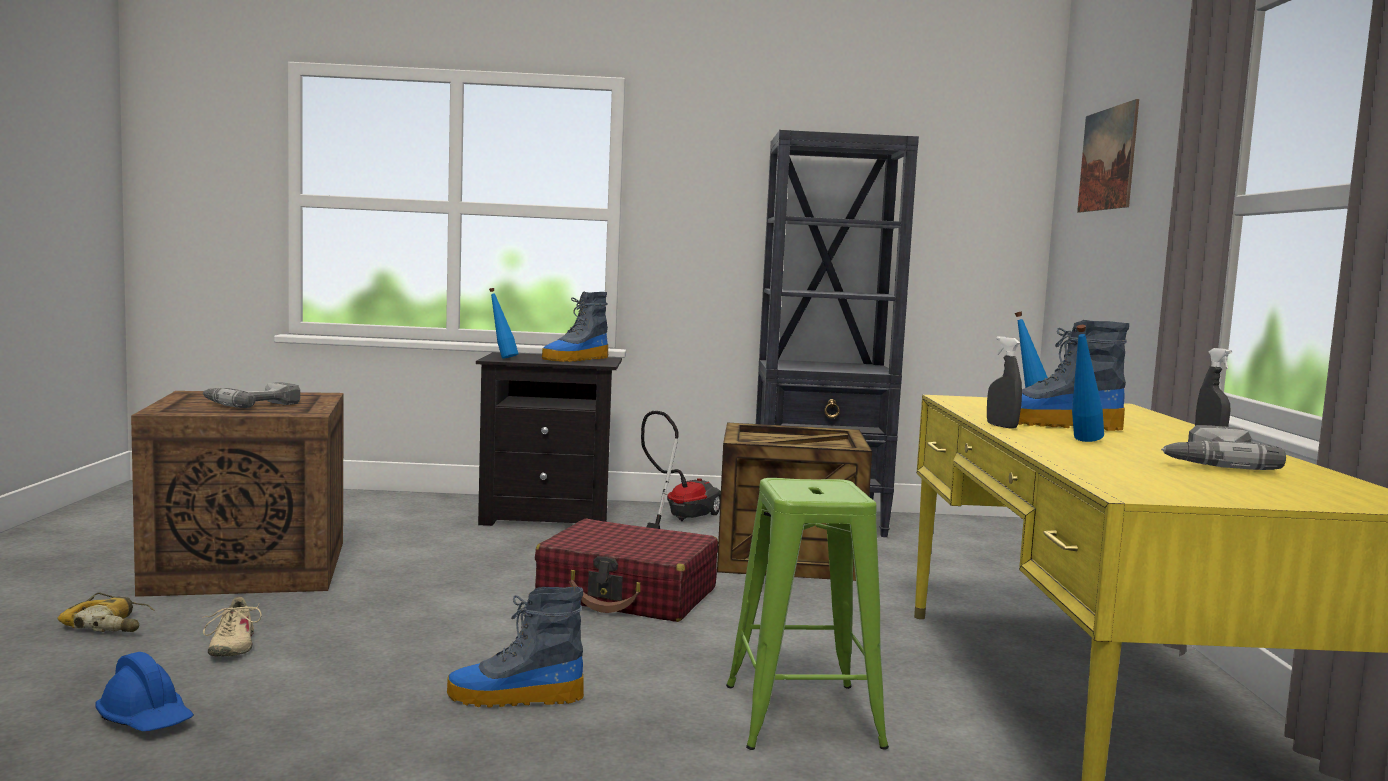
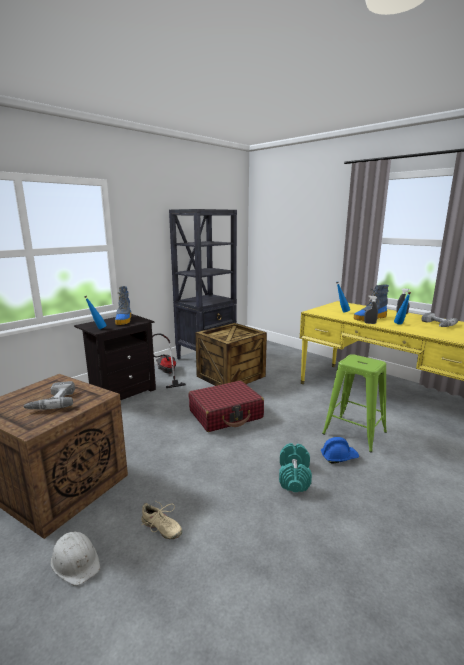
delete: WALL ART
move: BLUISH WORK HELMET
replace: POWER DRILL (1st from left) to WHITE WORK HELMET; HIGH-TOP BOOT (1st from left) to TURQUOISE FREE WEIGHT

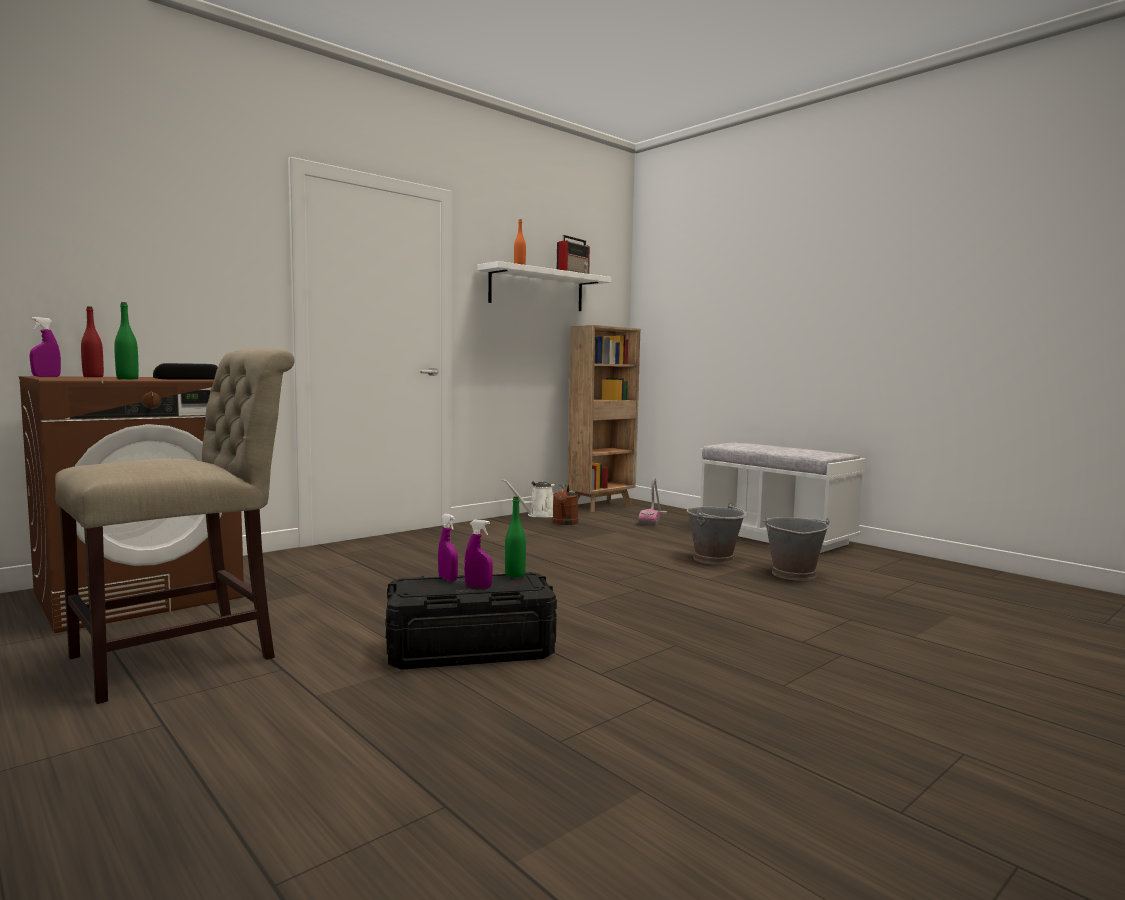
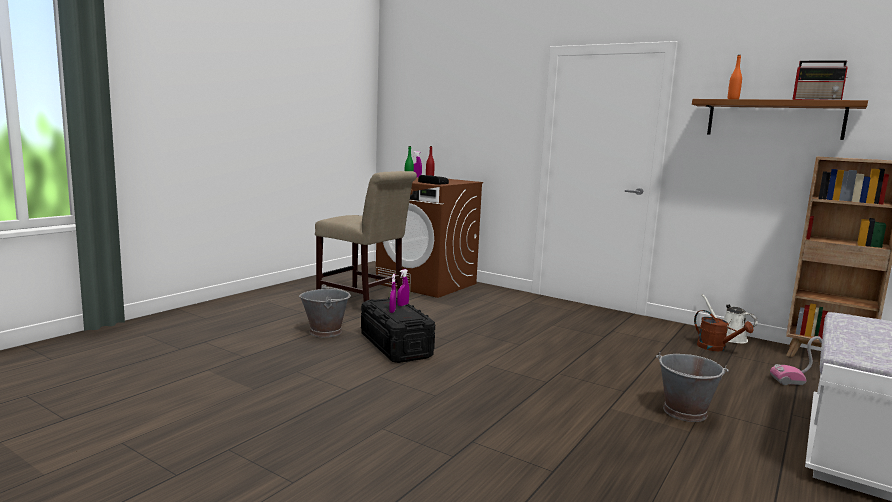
delete: GREEN-COLOURED BEVERAGE BOTTLE (2nd from left)
move: GREY WATER BUCKET (2nd from left in the first image) to GREY WATER BUCKET (1st from left)
recolor: WHITE WALL SHELF to BROWN-COLOURED WALL SHELF
rotate: BROWN-COLOURED WATERING POT 120 degrees counterclockwise

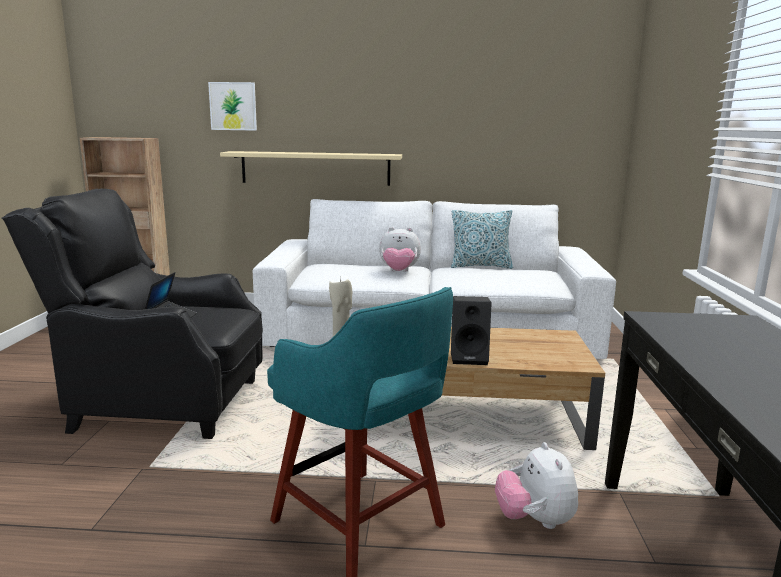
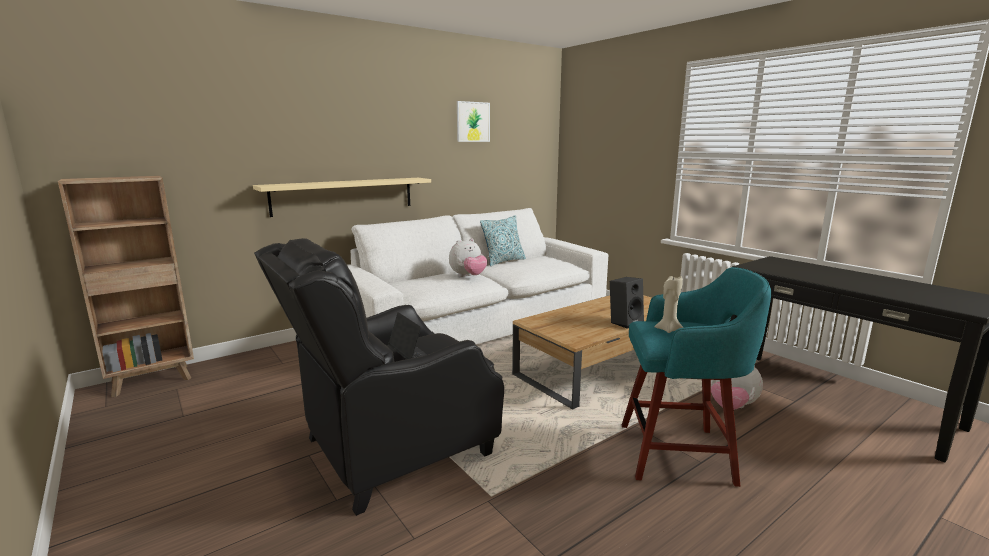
move: WALL ART

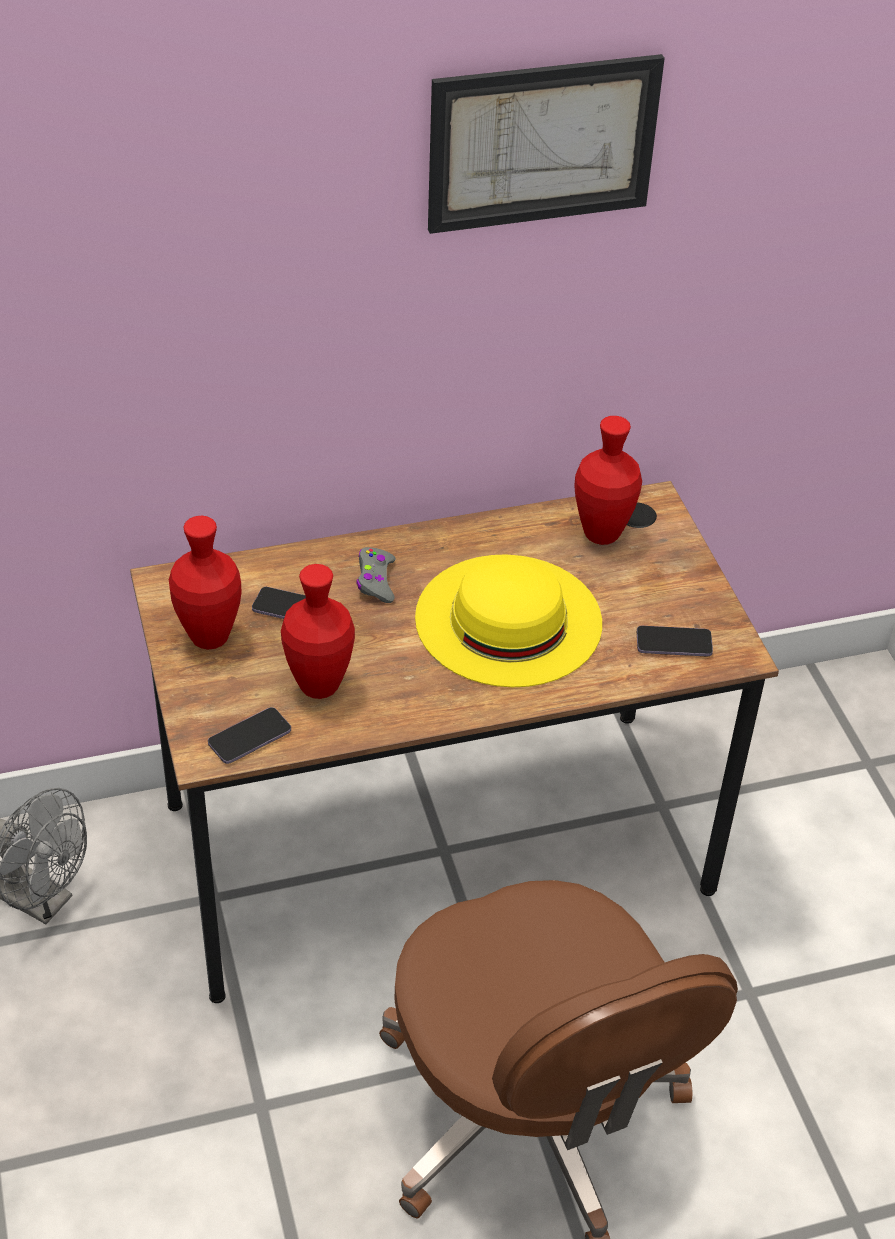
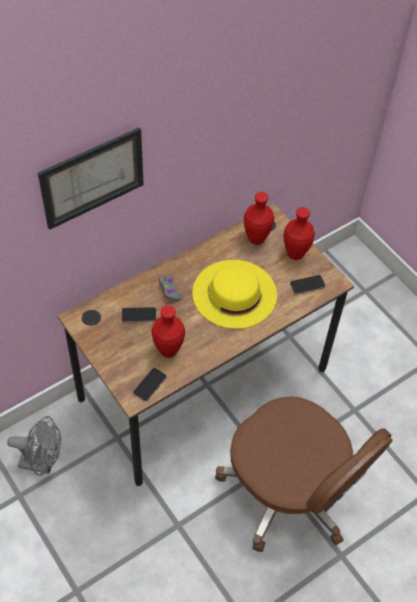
move: RED-COLOURED VASE (1st from left in the first image) to RED-COLOURED VASE (3rd from left); WALL ART

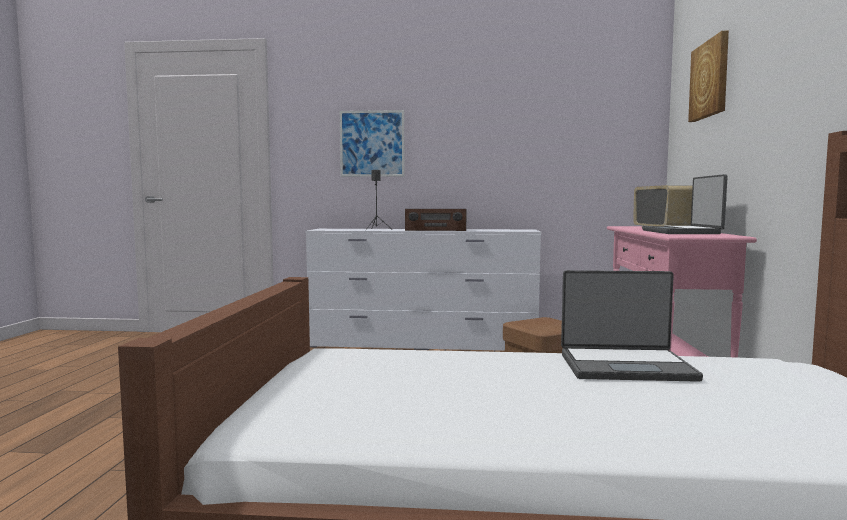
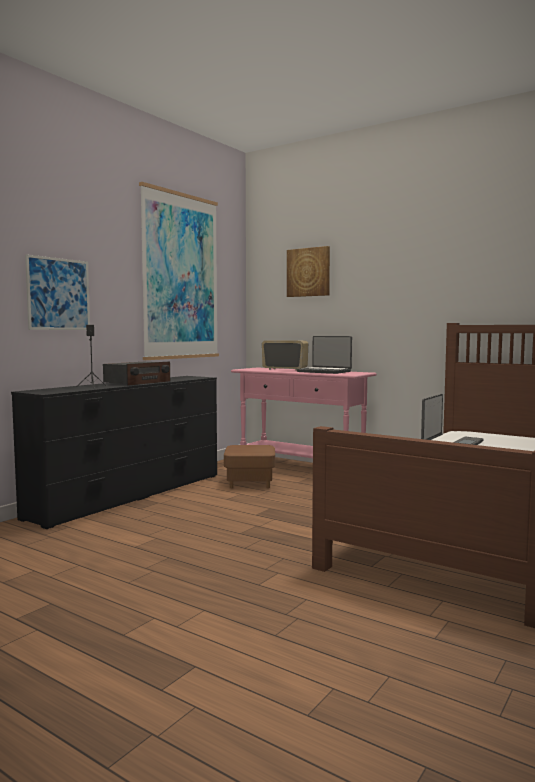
insert: WALL ART (2nd from left)
recolor: WHITE CHEST OF DRAWERS to BLACKISH CHEST OF DRAWERS

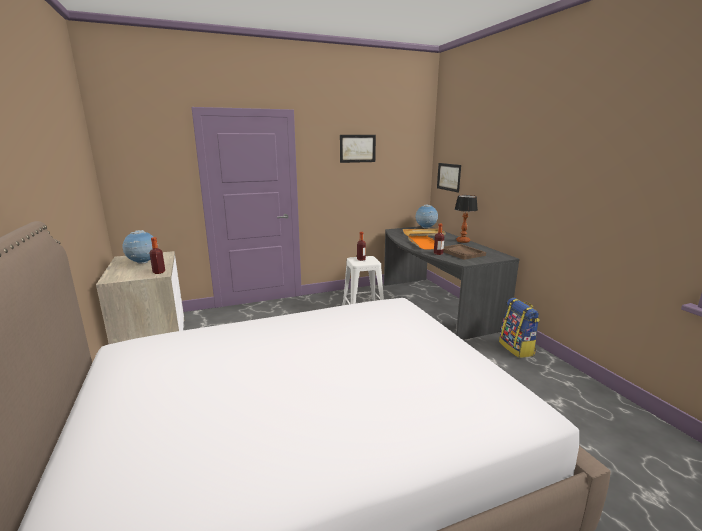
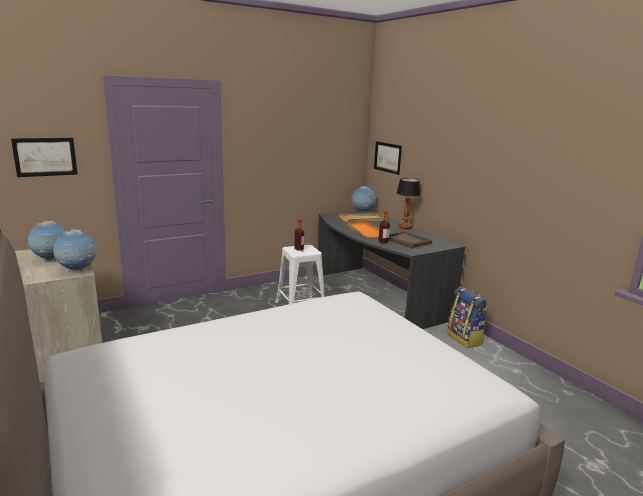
move: WALL ART (1st from left)
replace: BEVERAGE BOTTLE (1st from left) to DESK GLOBE (2nd from left)

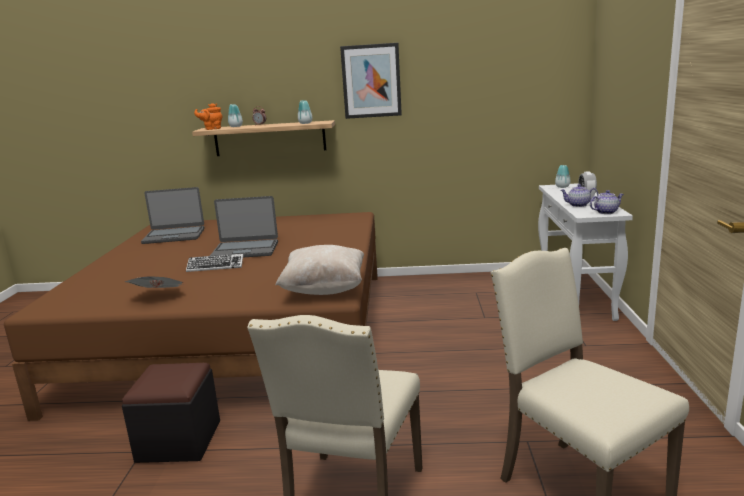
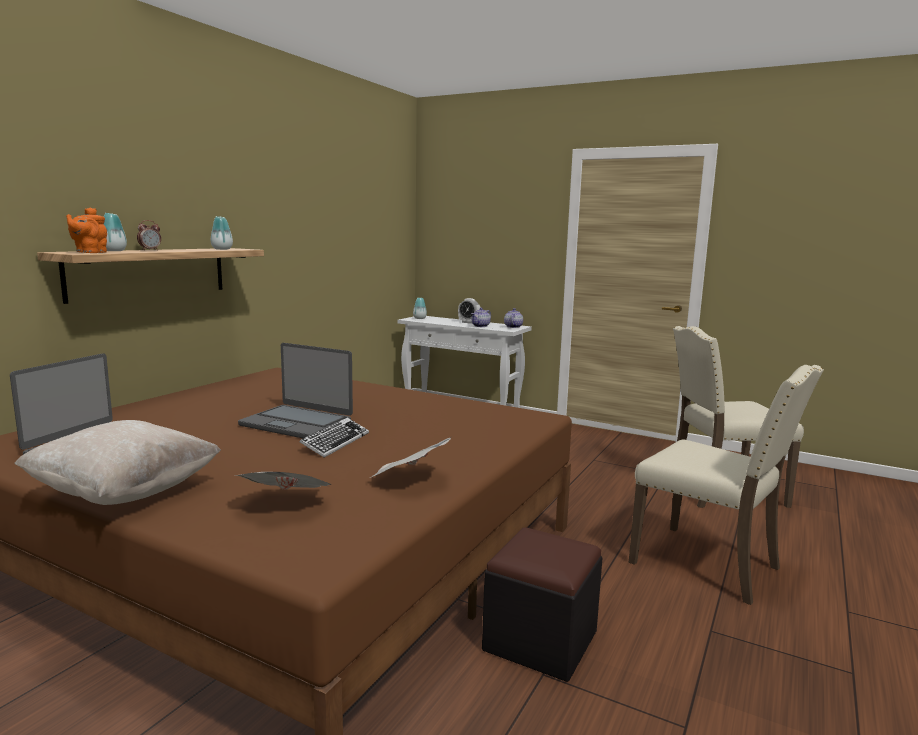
delete: WALL ART
insert: NEWSPAPER (1st from left)
move: SAND-COLOURED THROW PILLOW
rotate: PORTABLE COMPUTER (2nd from left) 90 degrees clockwise

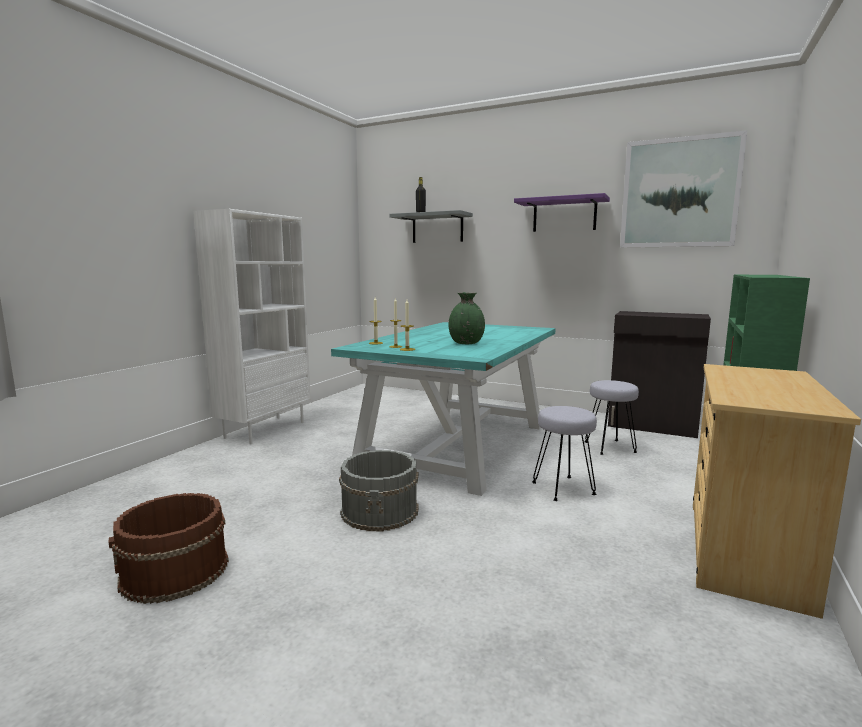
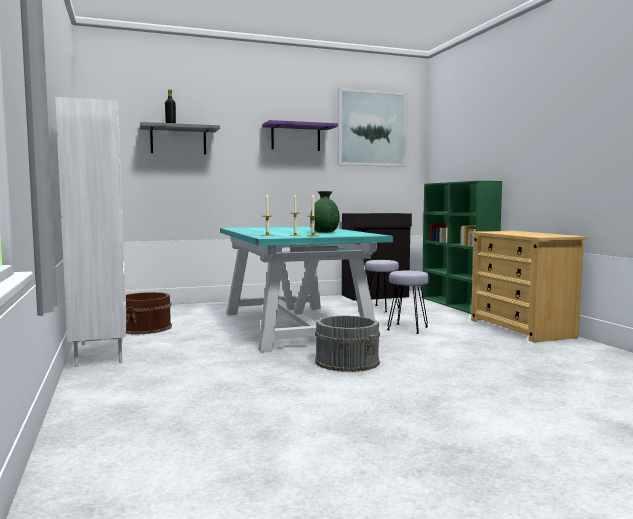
move: BROWN-COLOURED WATER BUCKET

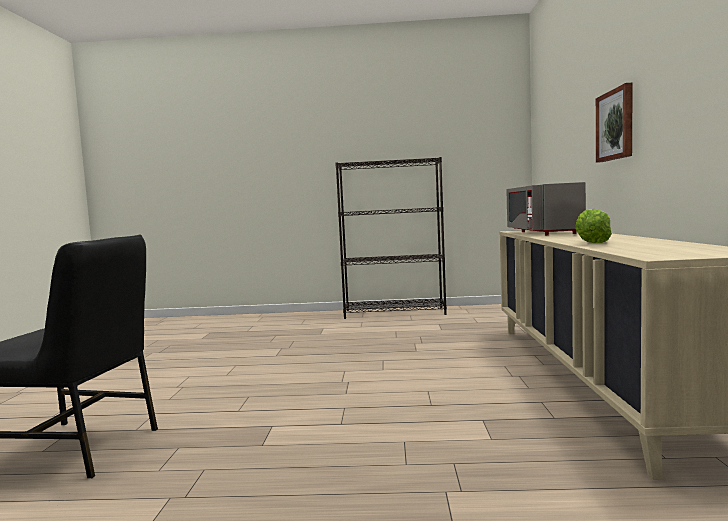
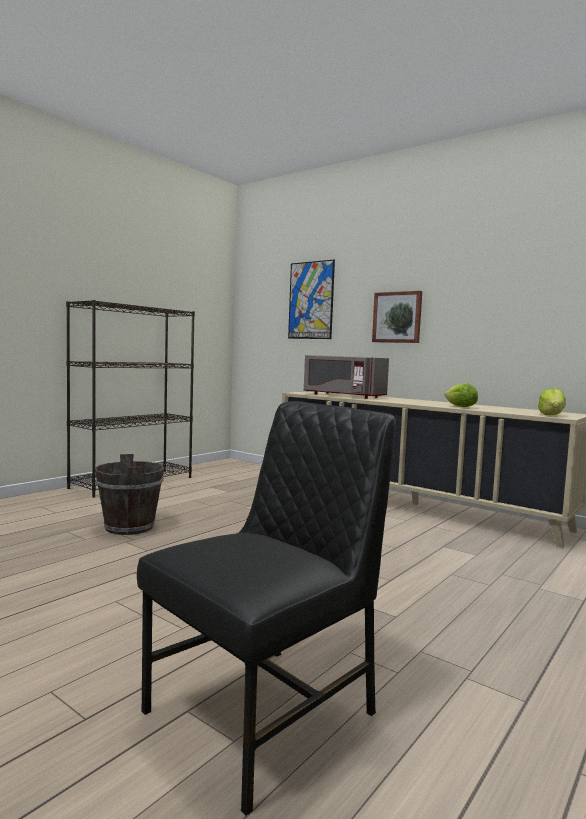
insert: BROWN-COLOURED WATER BUCKET; WALL ART (1st from left); HEAD OF LETTUCE (2nd from left)

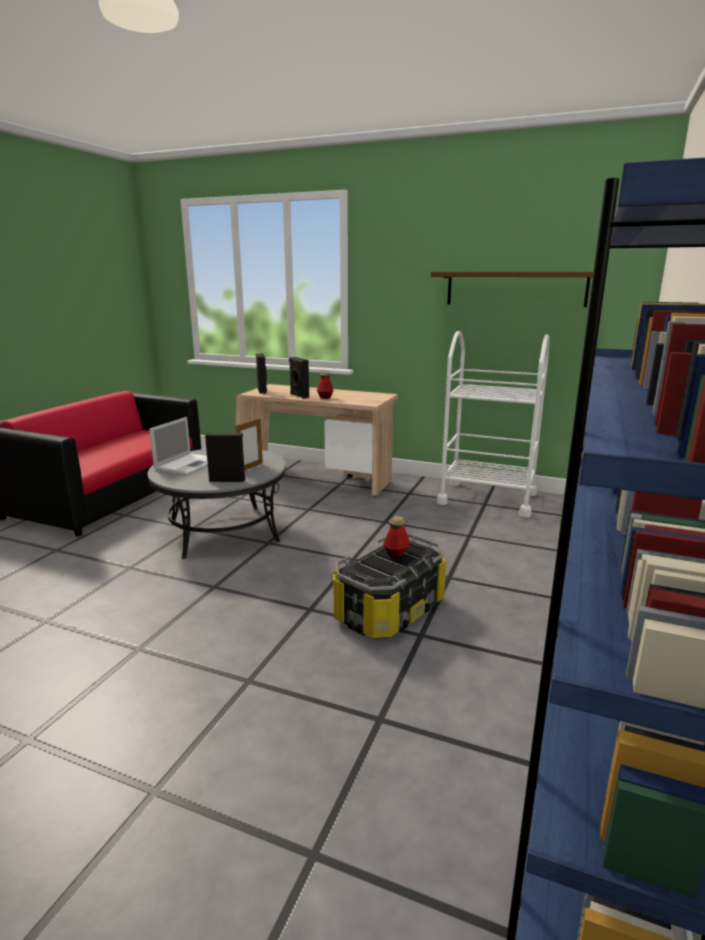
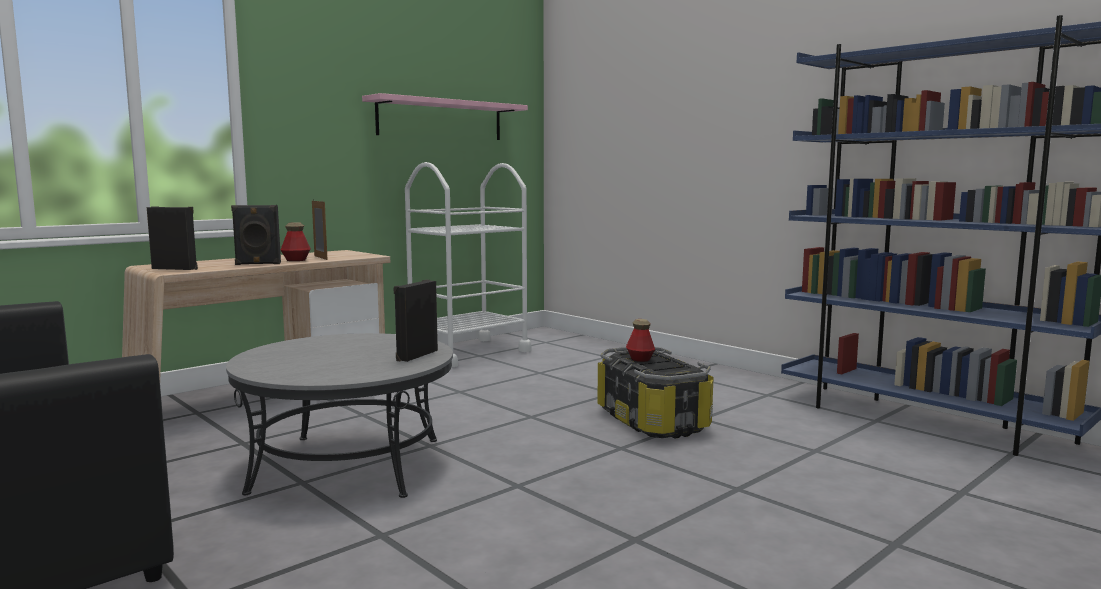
delete: PORTABLE COMPUTER
move: PICTURE FRAME
recolor: BROWN-COLOURED WALL SHELF to PINK WALL SHELF

